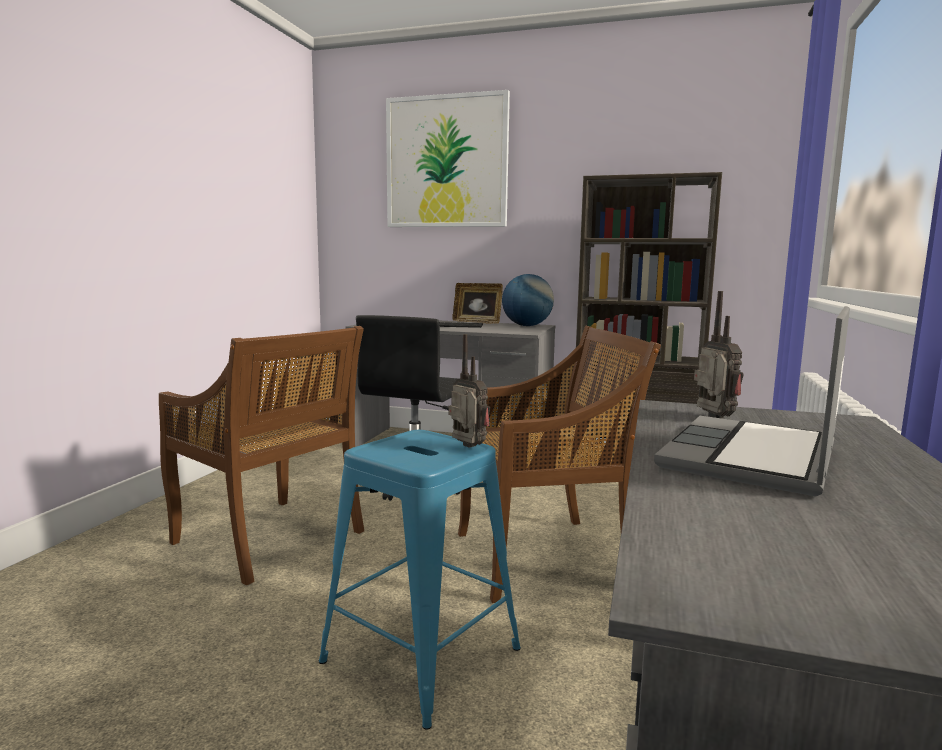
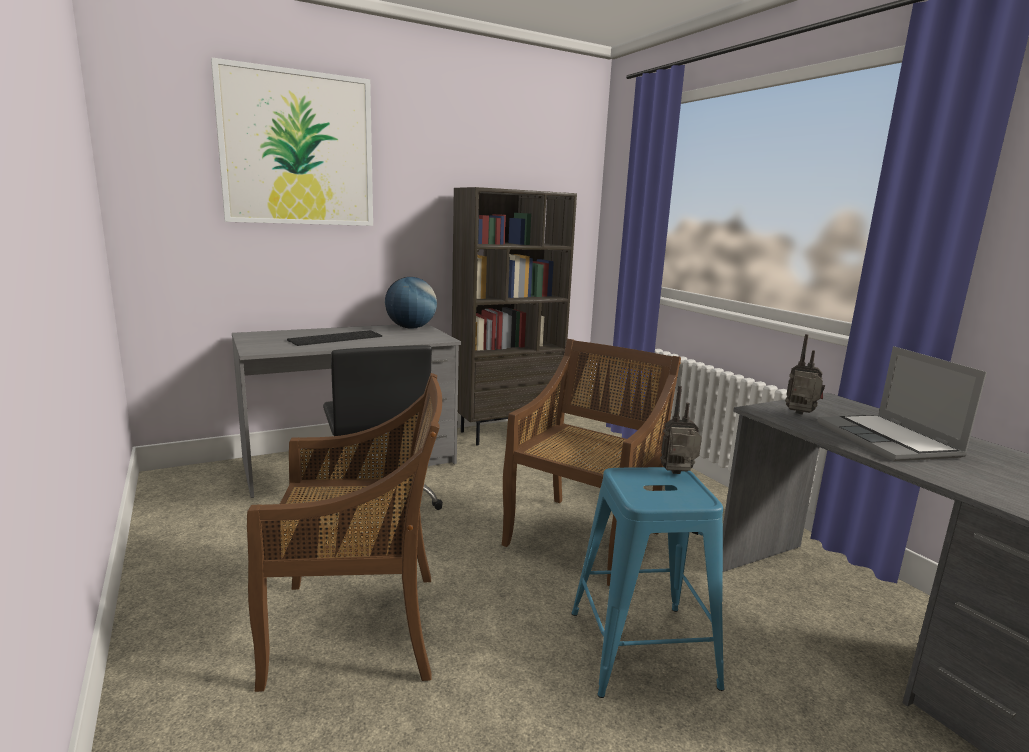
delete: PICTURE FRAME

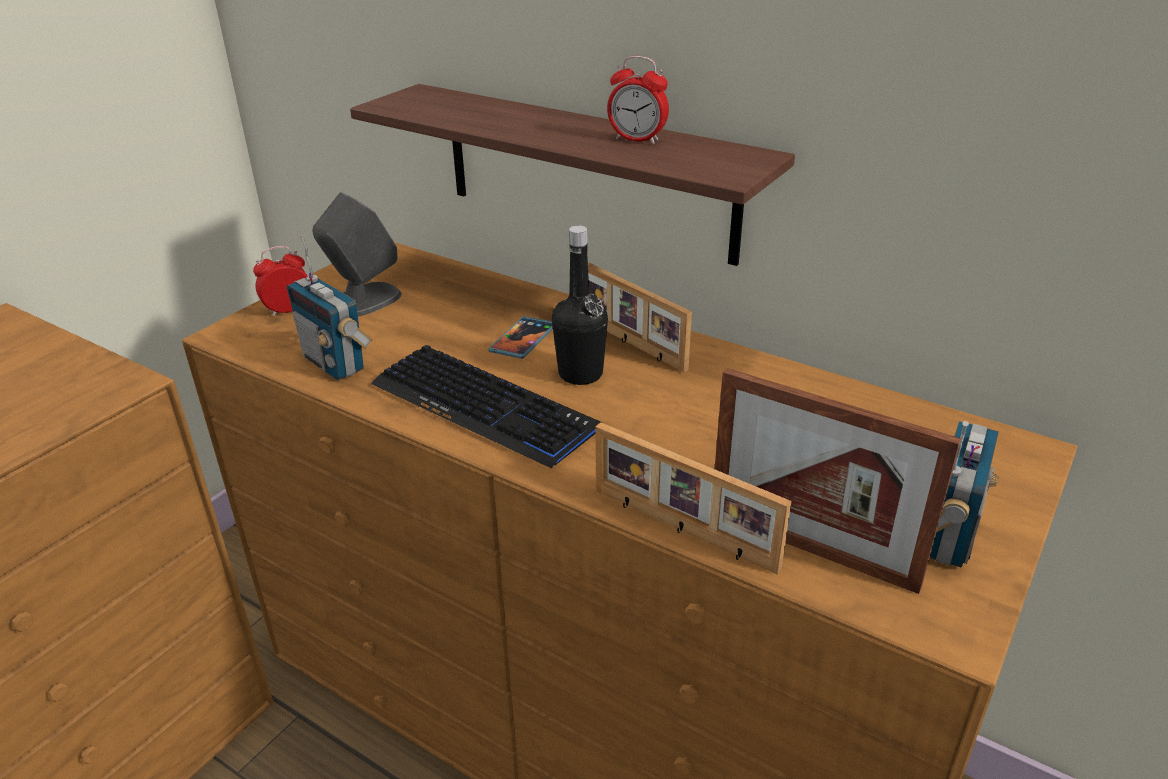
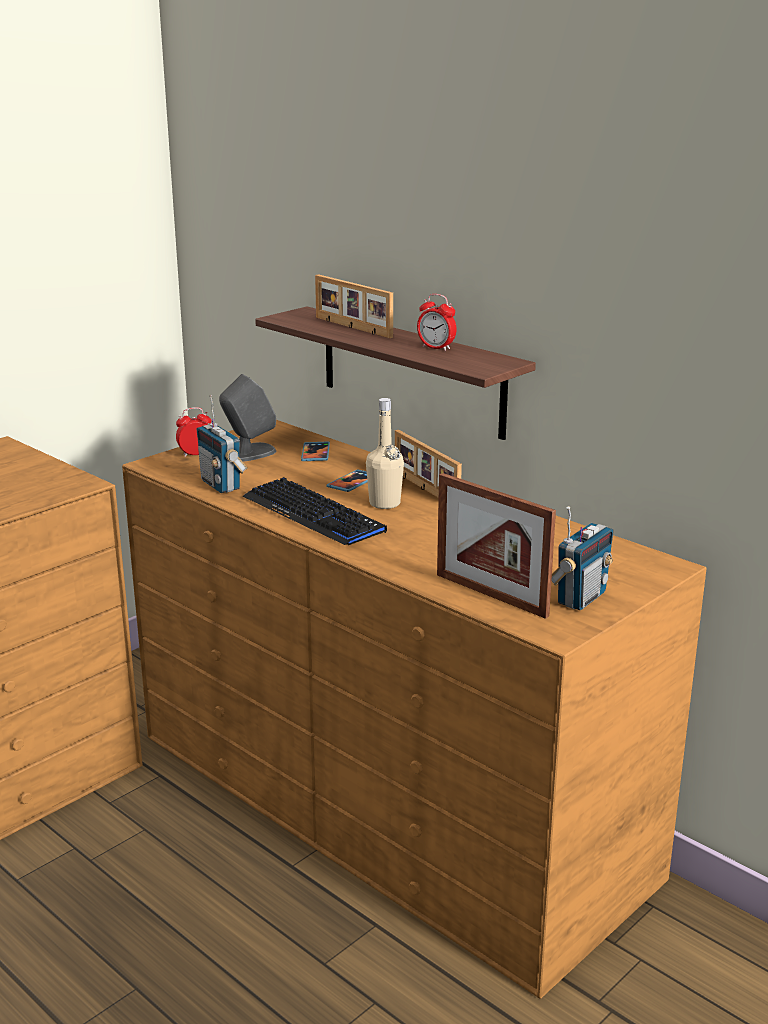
insert: HANDSET (1st from left)
move: PICTURE FRAME (2nd from left in the first image) to PICTURE FRAME (1st from left)
recolor: BLACKISH BEVERAGE BOTTLE to SAND-COLOURED BEVERAGE BOTTLE

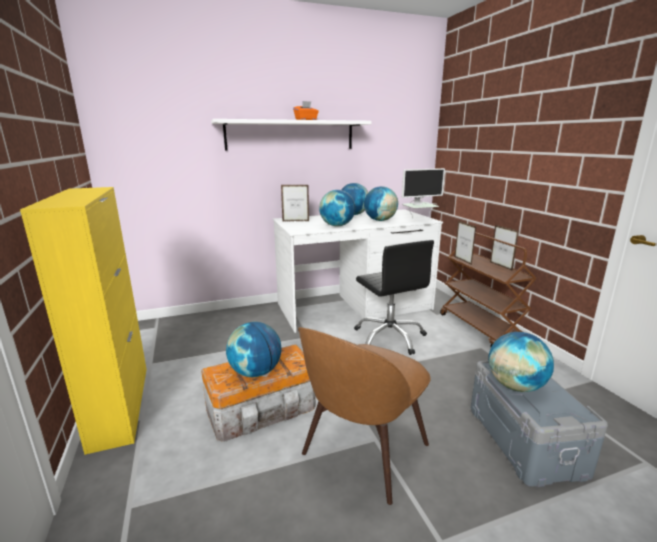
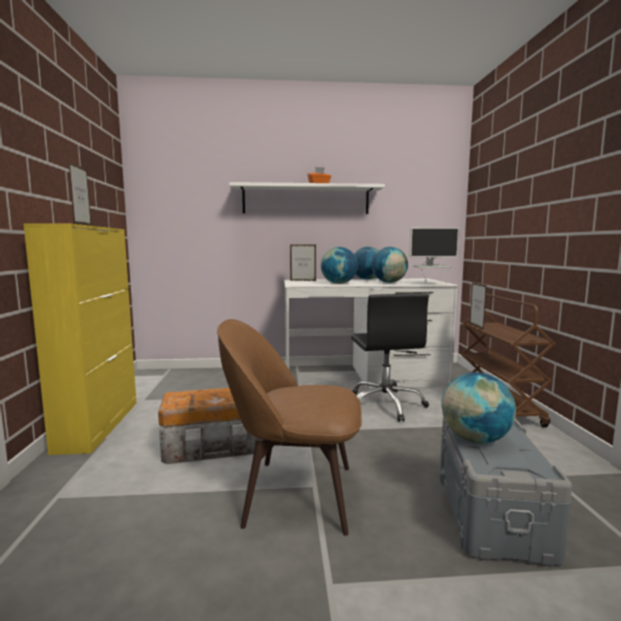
delete: DESK GLOBE (1st from left)
move: PICTURE FRAME (3rd from left in the first image) to PICTURE FRAME (1st from left)
rotate: BROWN-COLOURED UPRIGHT CHAIR 45 degrees clockwise

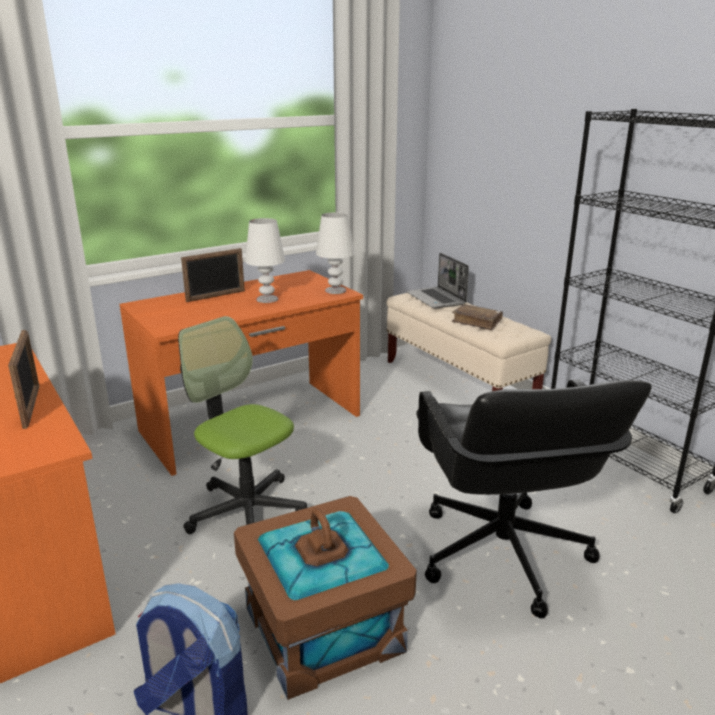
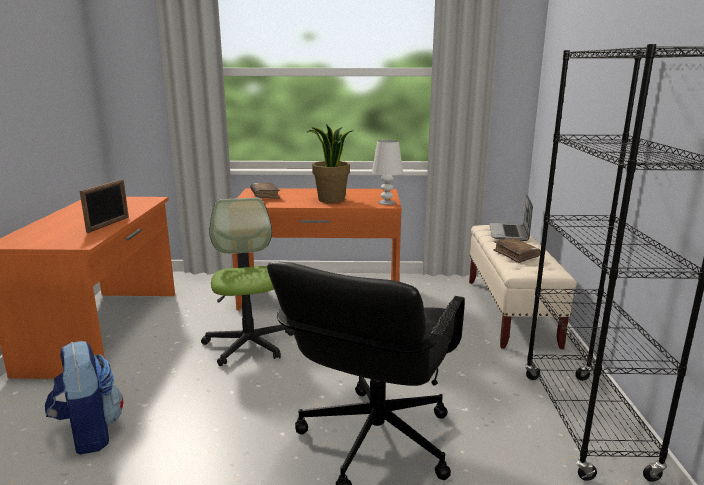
delete: PICTURE FRAME (2nd from left); BROWN-COLOURED STORAGE BOX
insert: BROWN-COLOURED BOUND BOOK (1st from left)
replace: WHITE TABLE LAMP (1st from left) to PLANT IN A POT

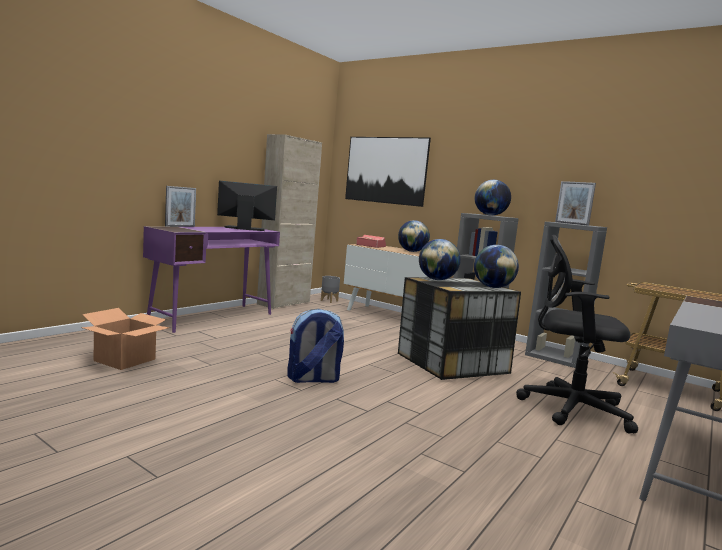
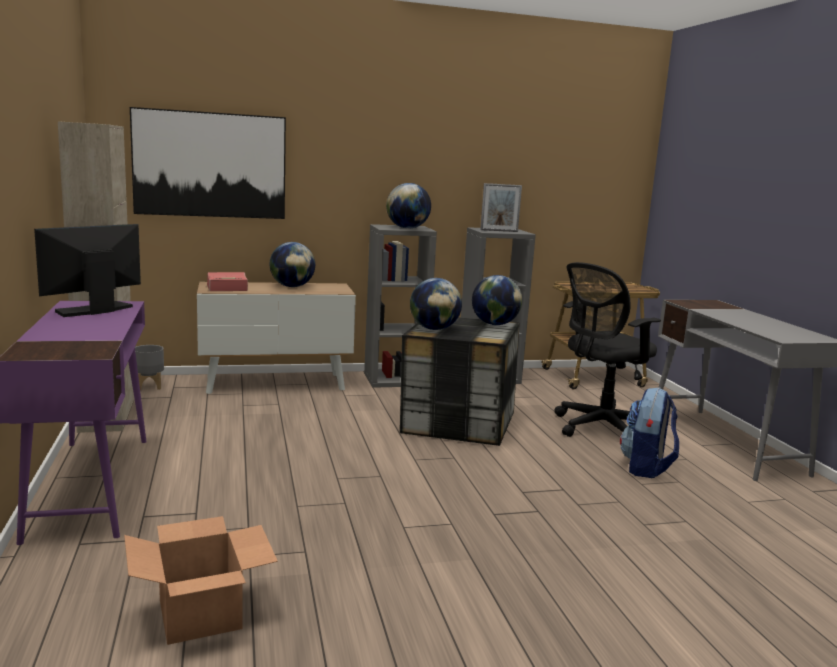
delete: PICTURE FRAME (1st from left)
move: BACKPACK

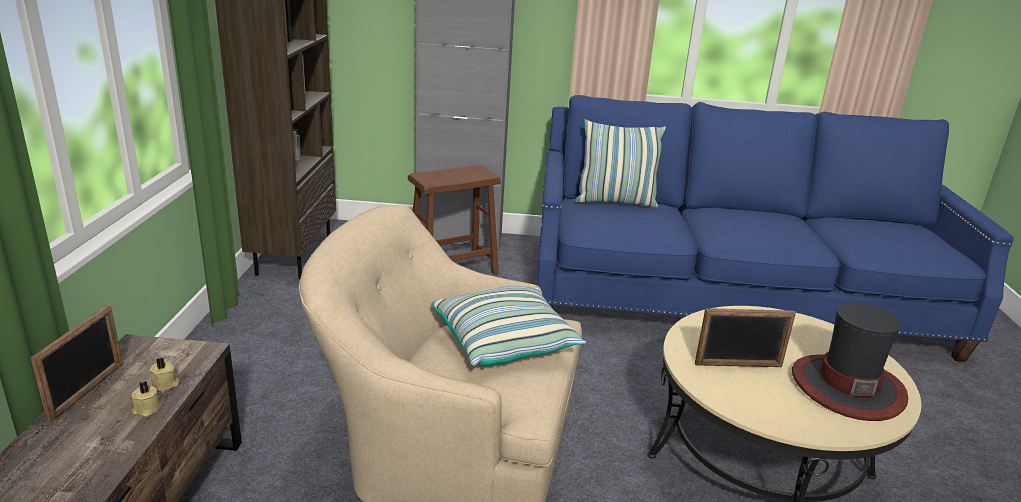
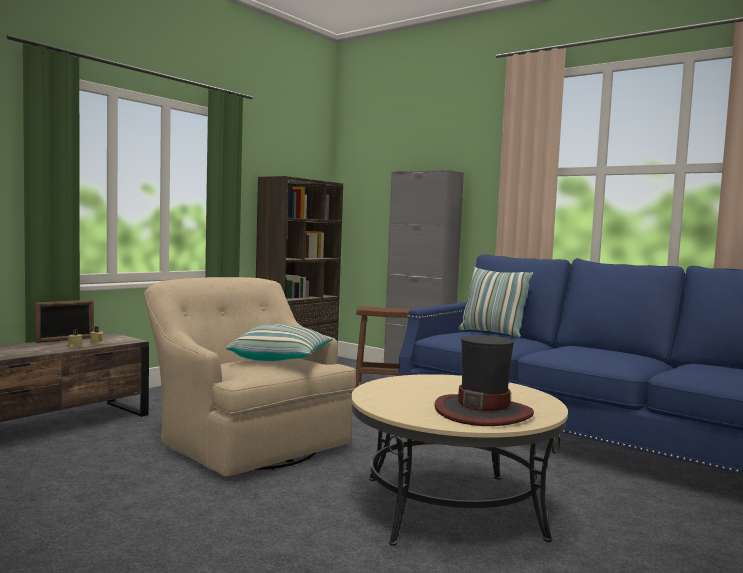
delete: PICTURE FRAME (2nd from left)

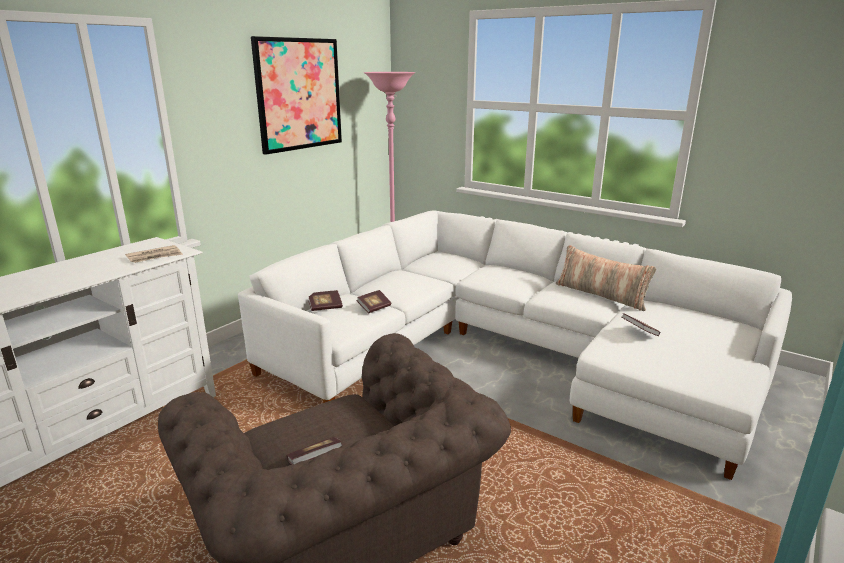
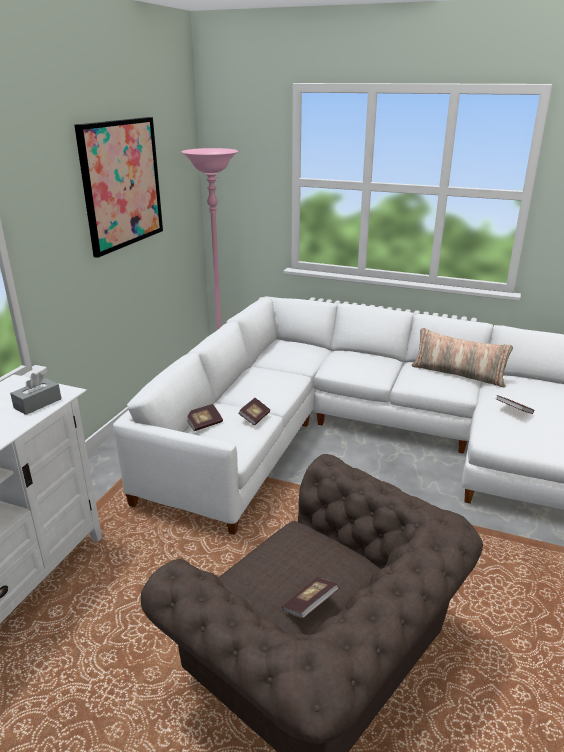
replace: NEWSPAPER to GREY TISSUE HOLDER

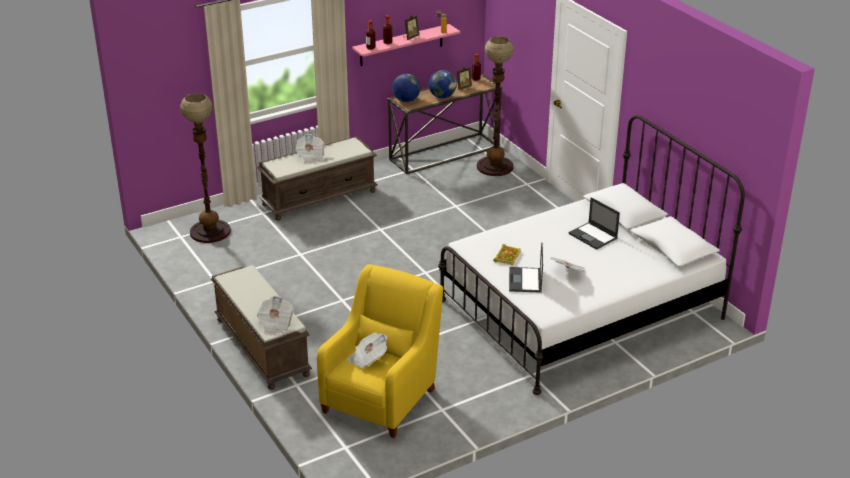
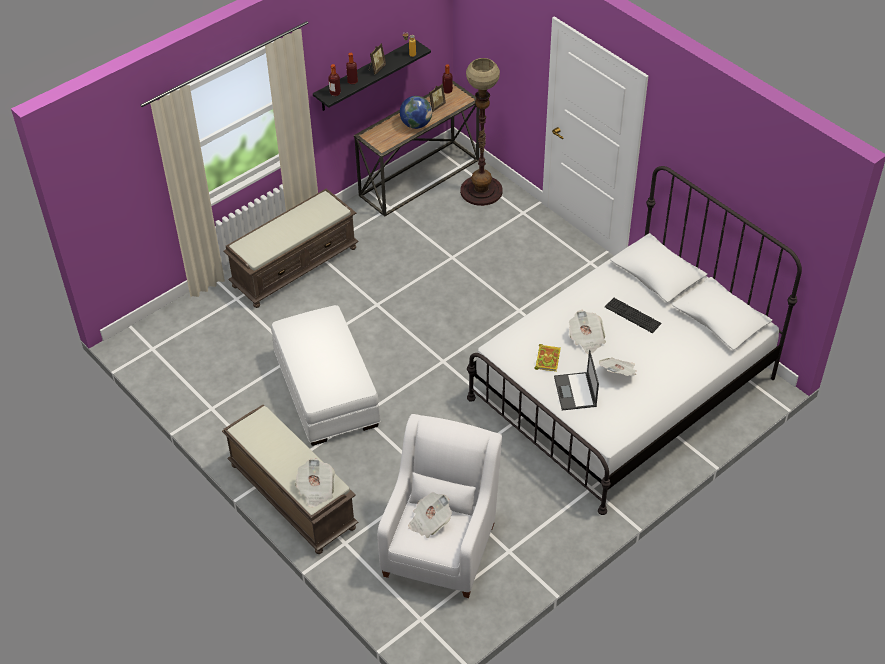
delete: STANDARD LAMP (1st from left); DESK GLOBE (1st from left)
insert: WHITE FOOTREST
move: NEWSPAPER (2nd from left in the first image) to NEWSPAPER (3rd from left)
replace: PORTABLE COMPUTER (2nd from left) to KEYBOARD
recolor: YELLOWISH LOUNGE CHAIR to WHITE LOUNGE CHAIR; PINK WALL SHELF to BLACKISH WALL SHELF

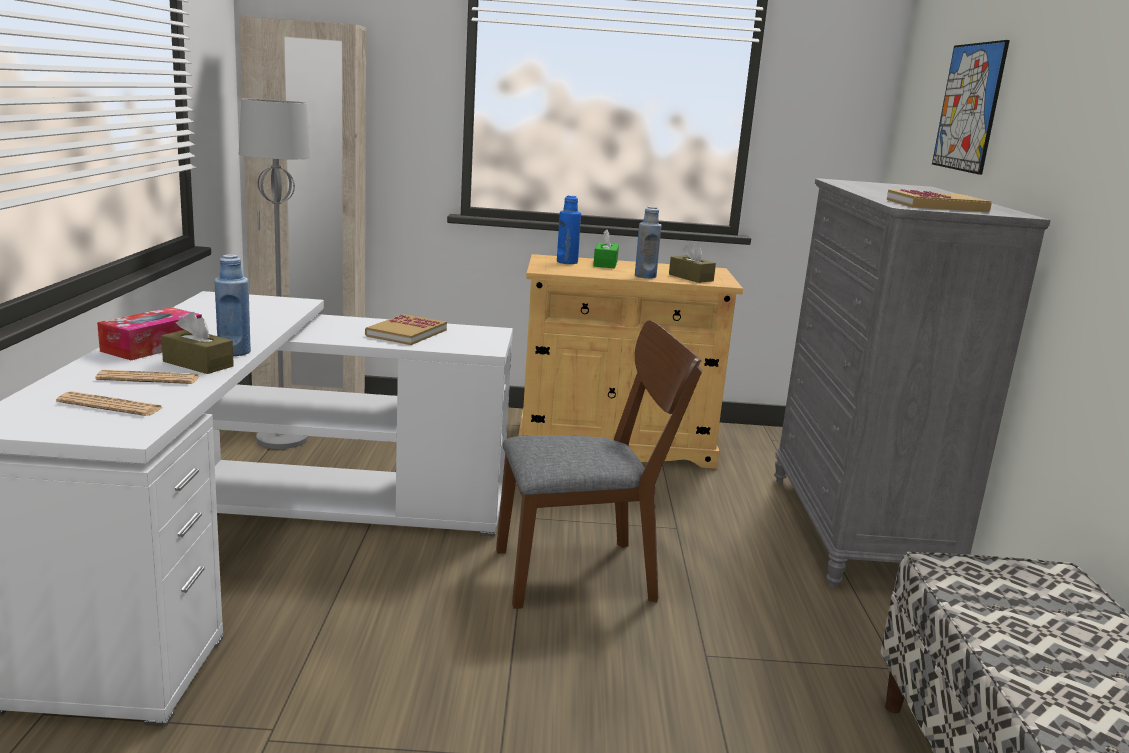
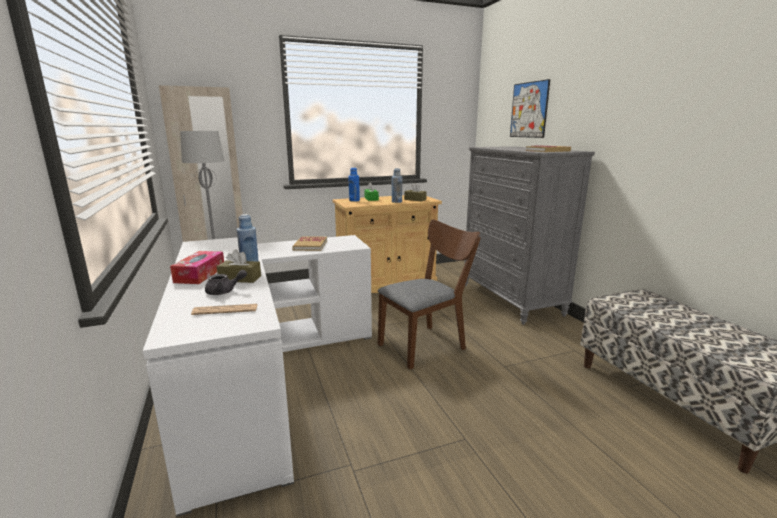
replace: NEWSPAPER (2nd from left) to GREY TEA POT

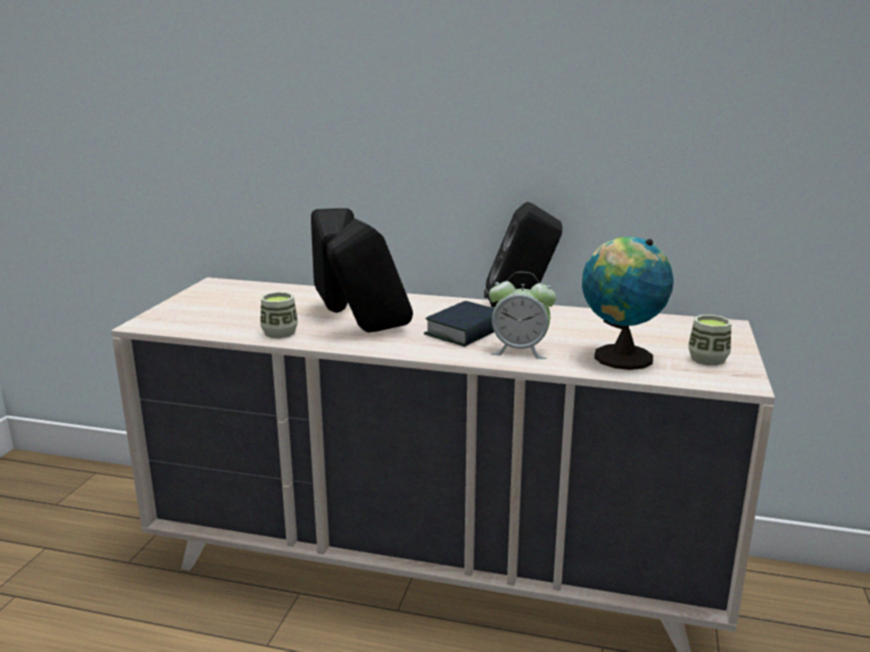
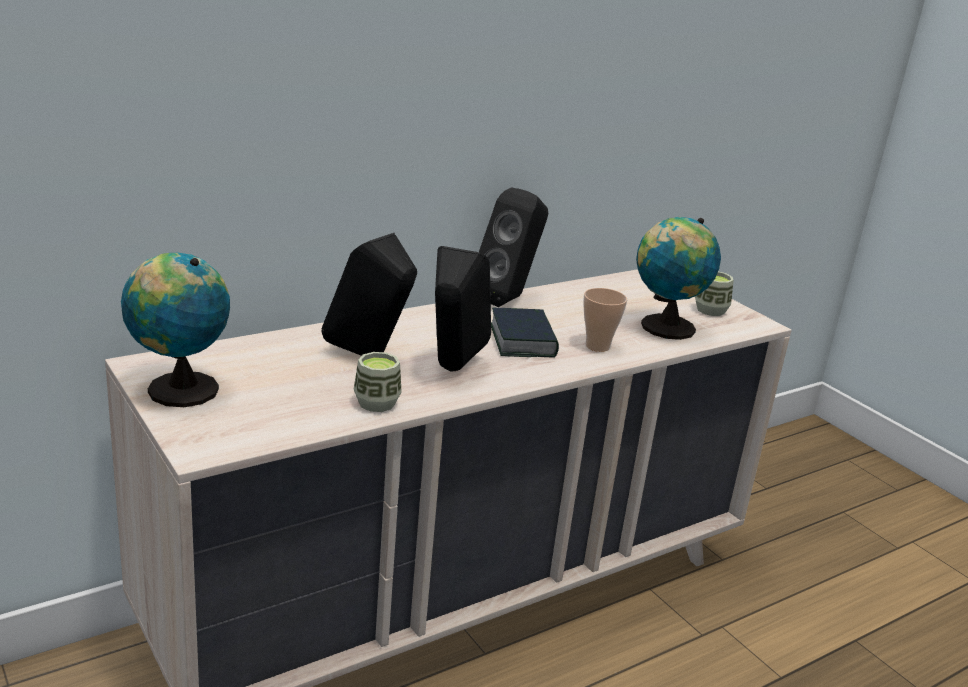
insert: DESK GLOBE (1st from left)
replace: TABLE CLOCK to CUP (2nd from left)

